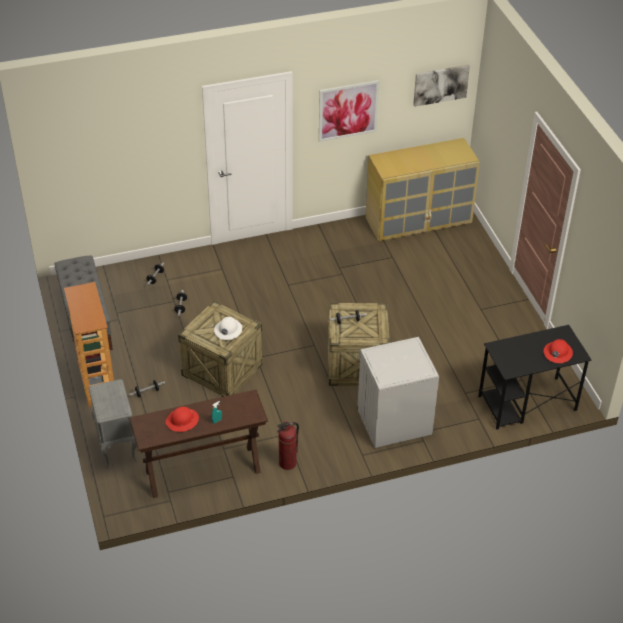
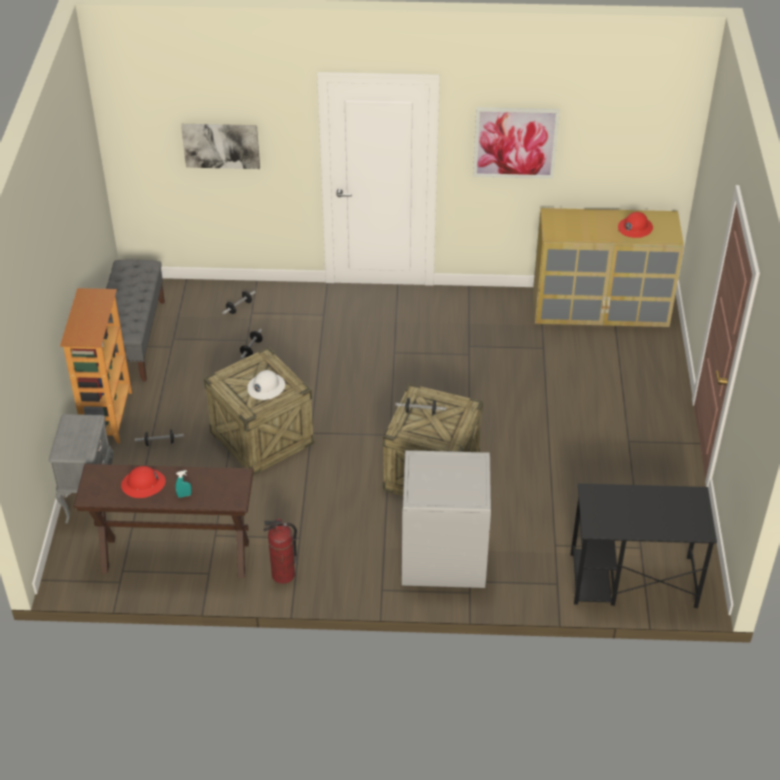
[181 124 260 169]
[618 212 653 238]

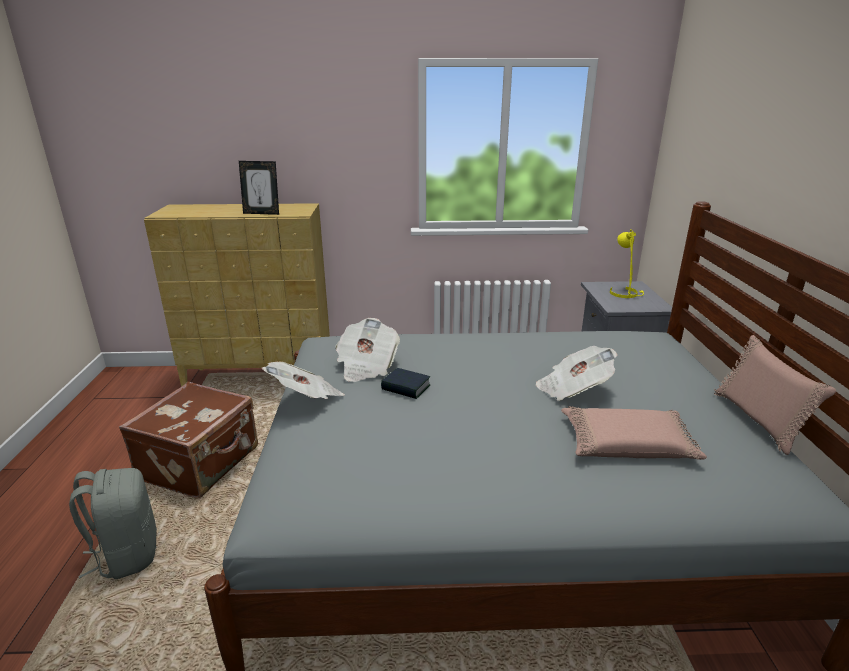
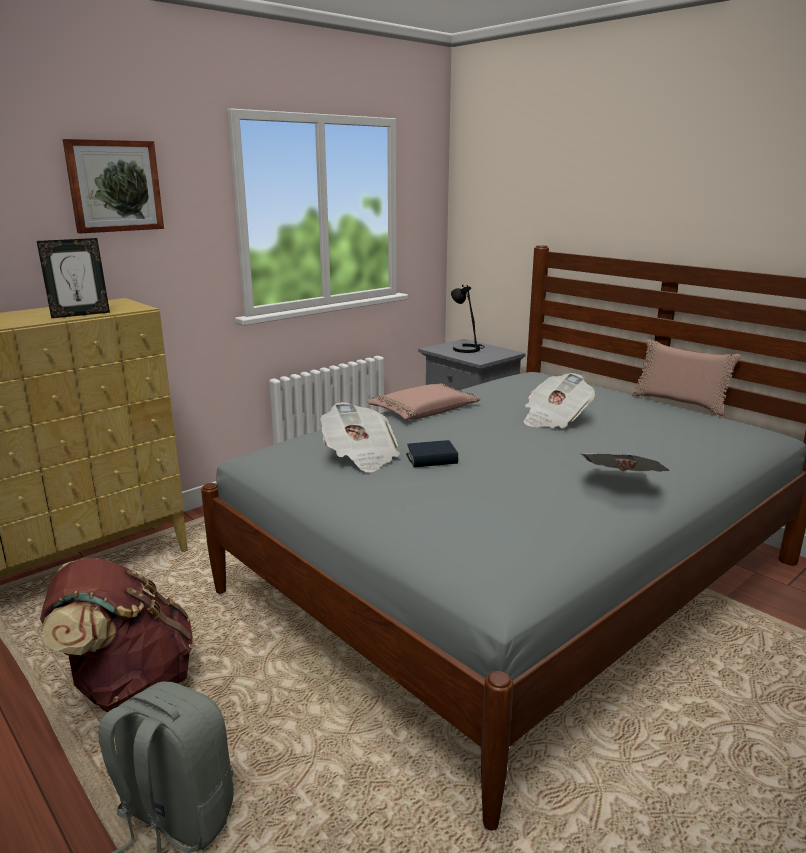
[40 558 193 713]
[579 453 669 472]
[367 383 480 420]
[451 284 485 353]
[63 139 164 233]

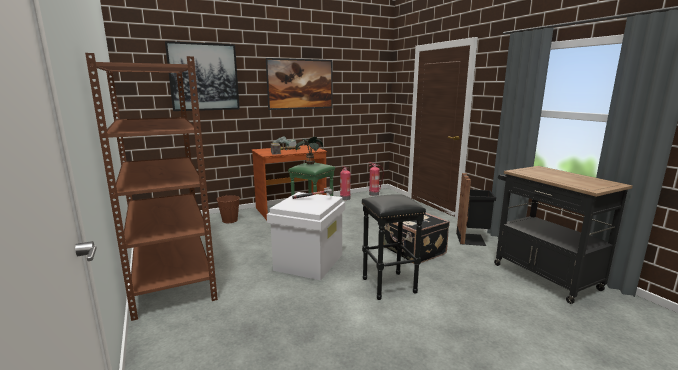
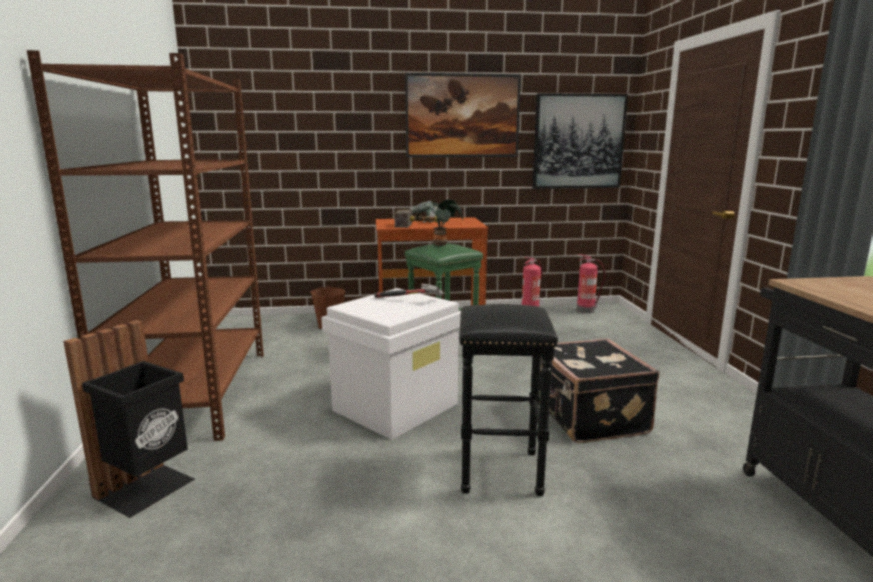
[532 93 628 189]
[63 320 195 518]

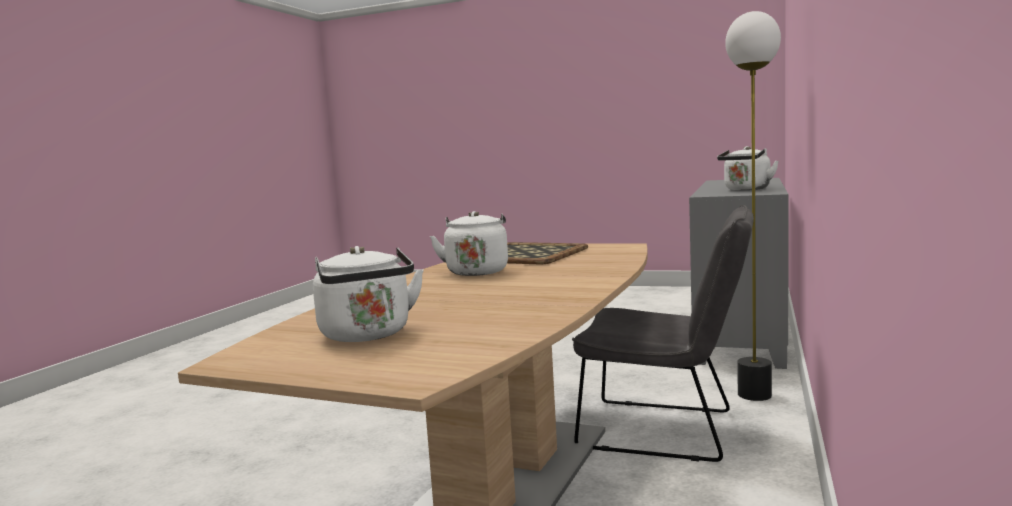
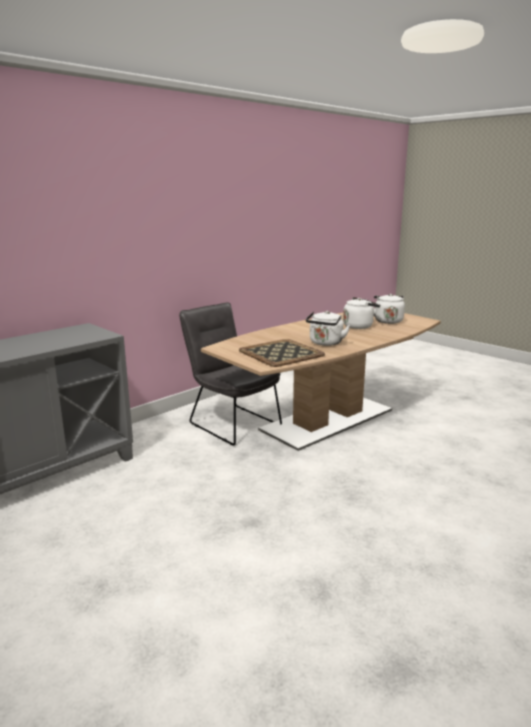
[343 297 380 329]
[725 11 781 401] (first image)

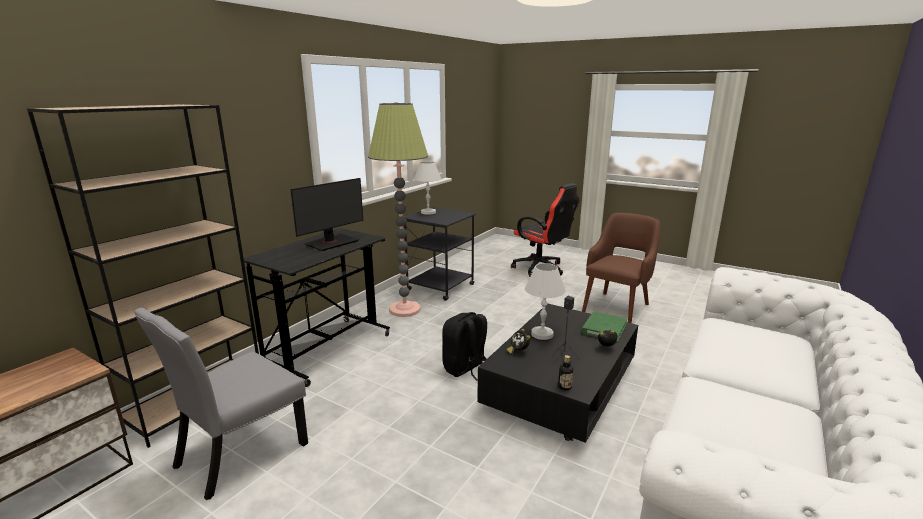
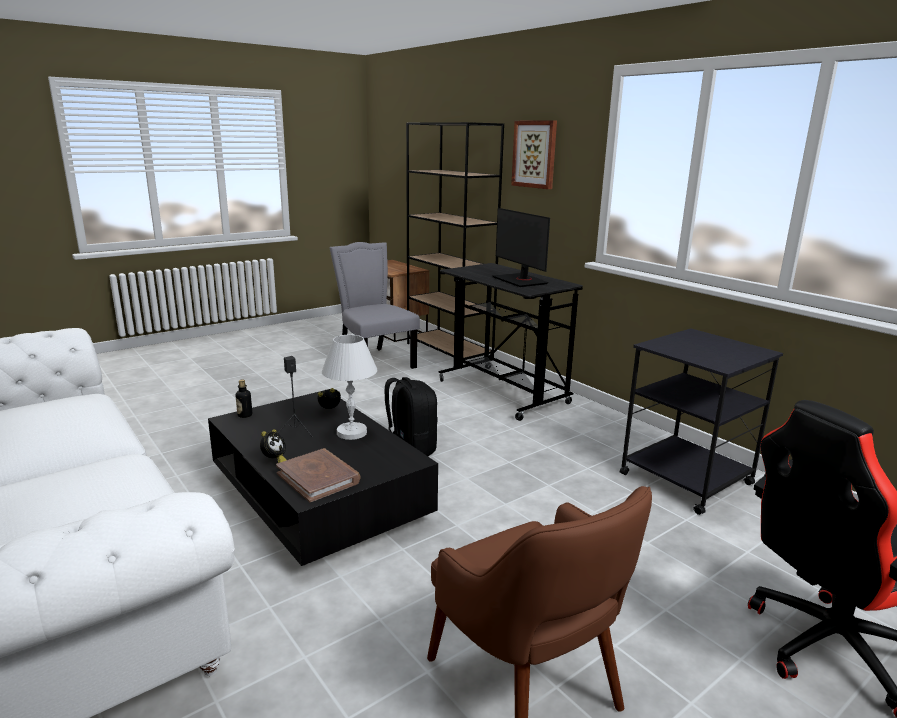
[368 102 428 317] (first image)
[414 161 441 215] (first image)
[276 448 360 502]
[511 120 557 189]

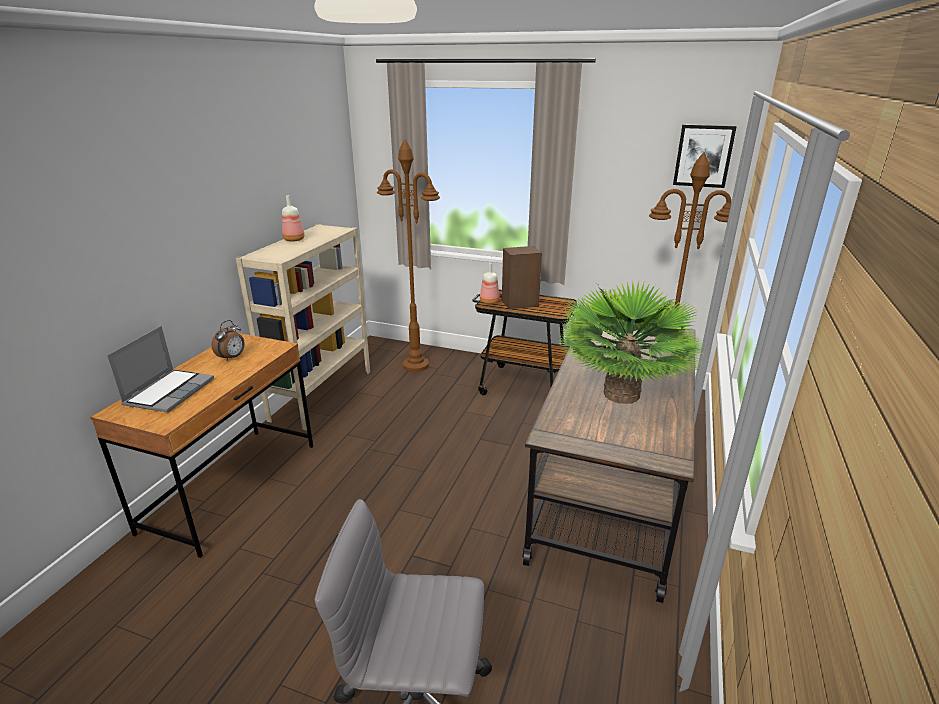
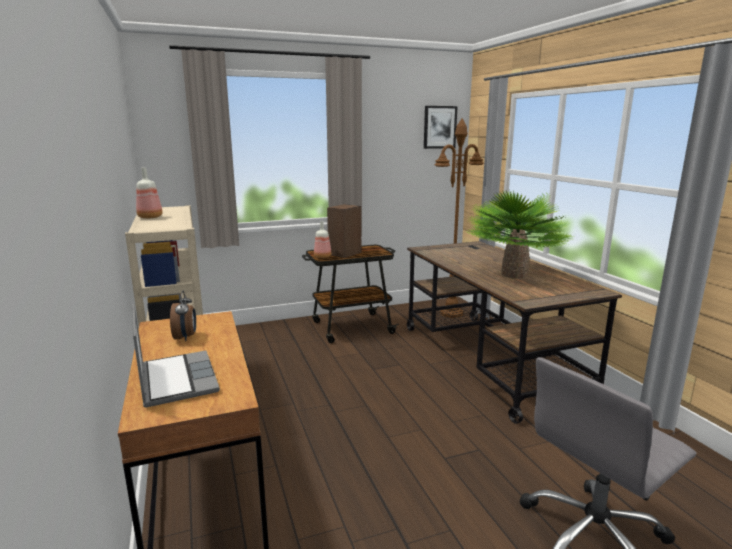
[377 139 440 372] (first image)

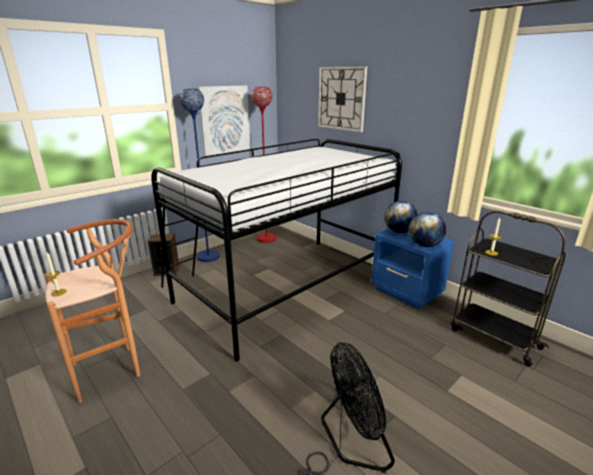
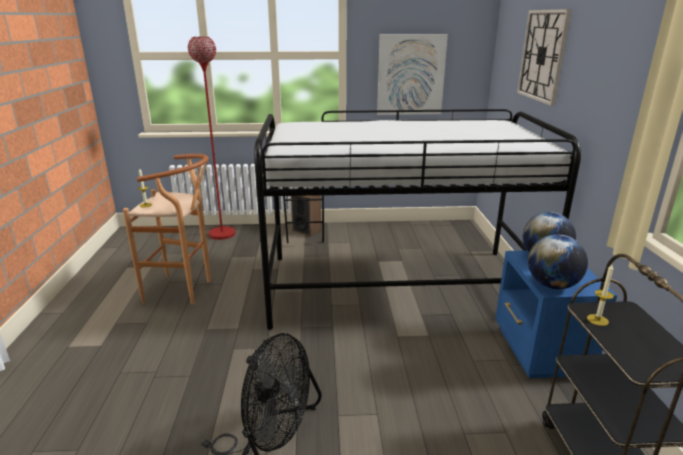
[180 89 220 262] (first image)
[188 37 235 240]

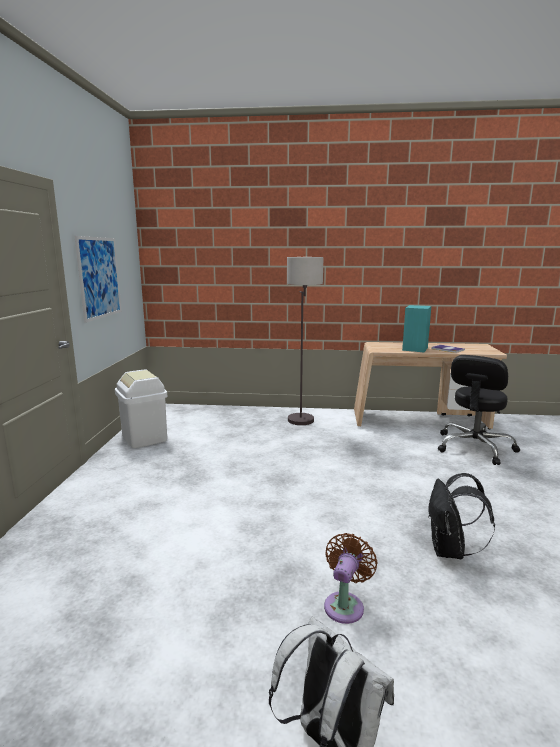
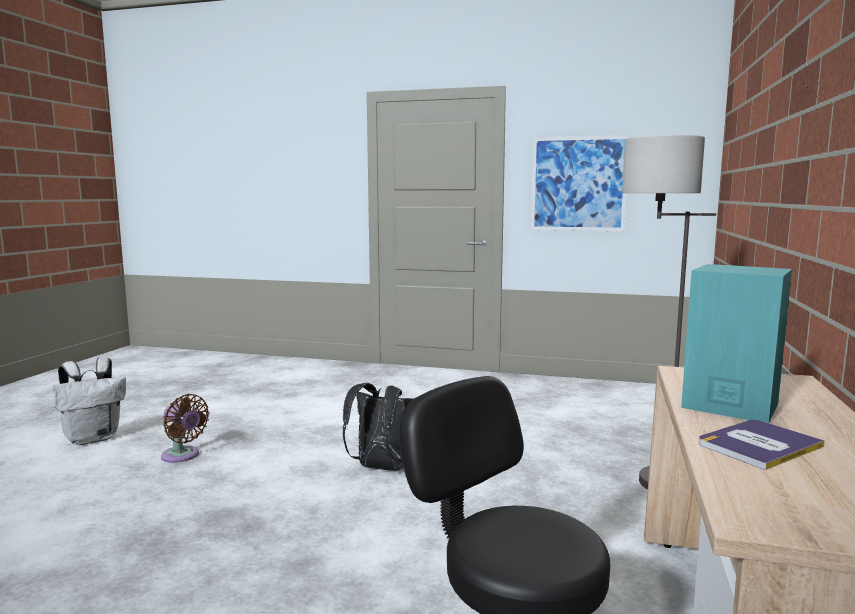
[115 369 168 448] (first image)
[342 383 413 471]

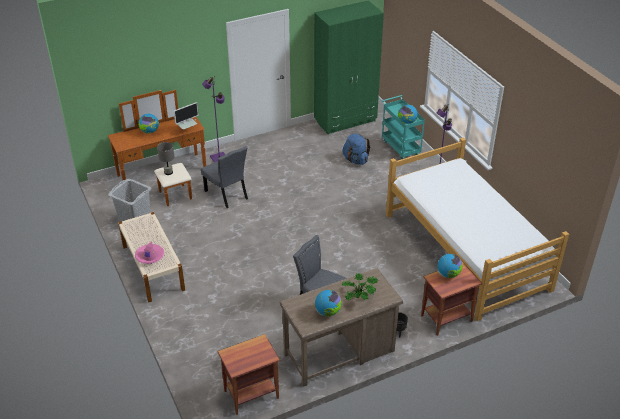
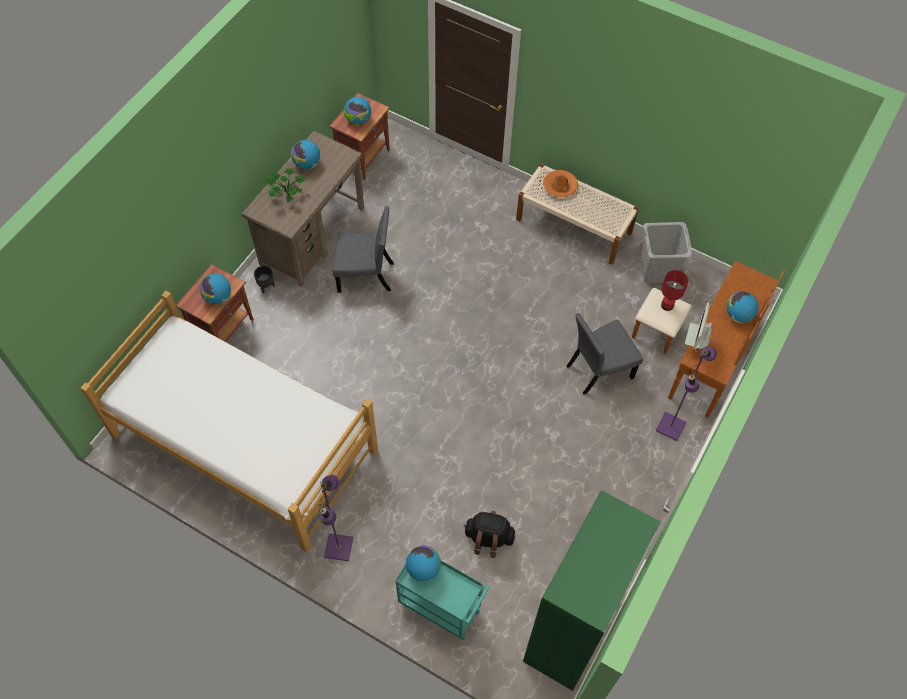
[543 170 578 197]
[661 270 688 311]
[566 313 643 395]
[464 511 515 558]
[344 97 372 125]

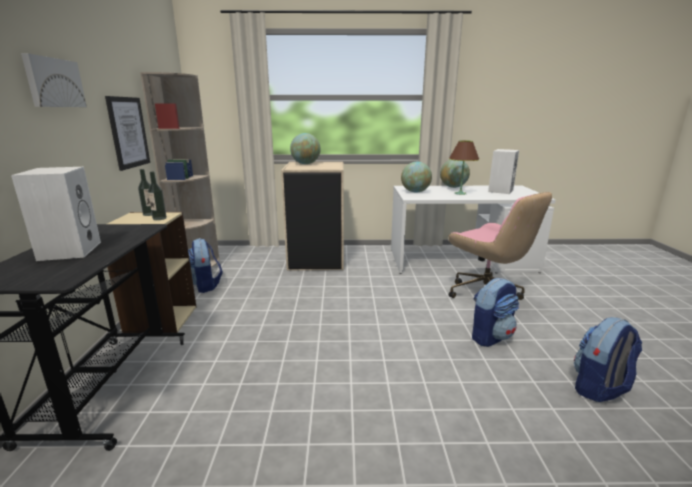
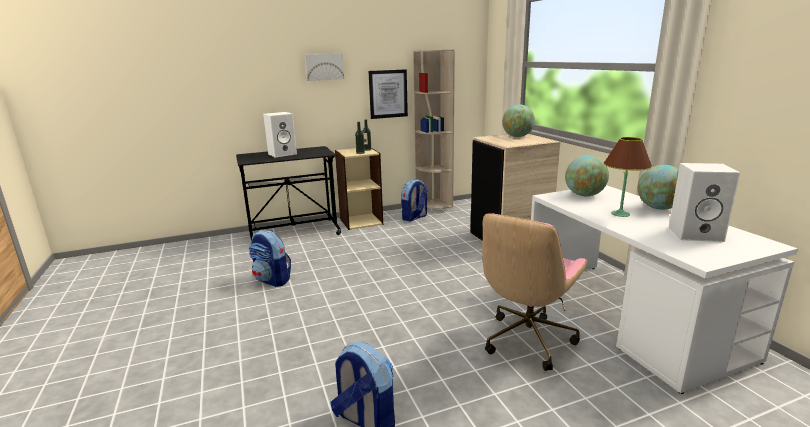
[249 230 291 287]

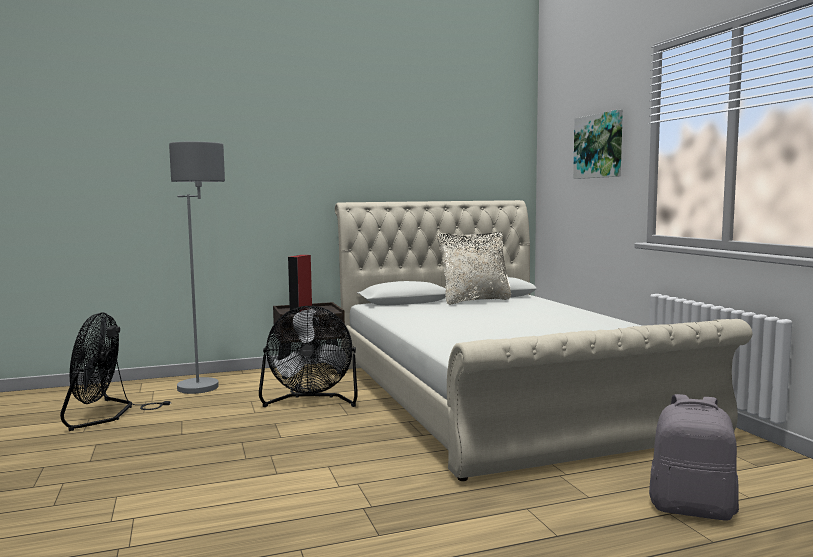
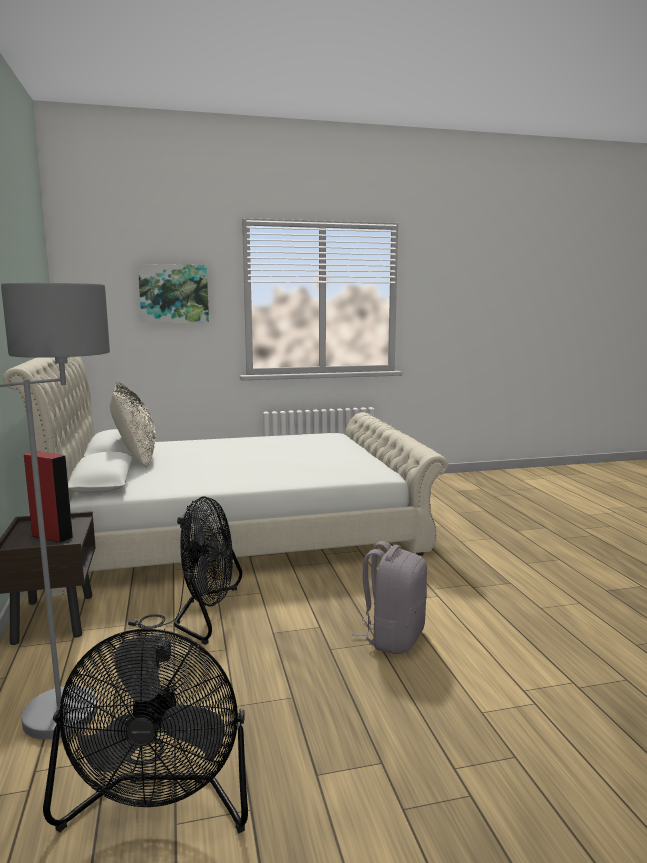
[352 541 427 654]

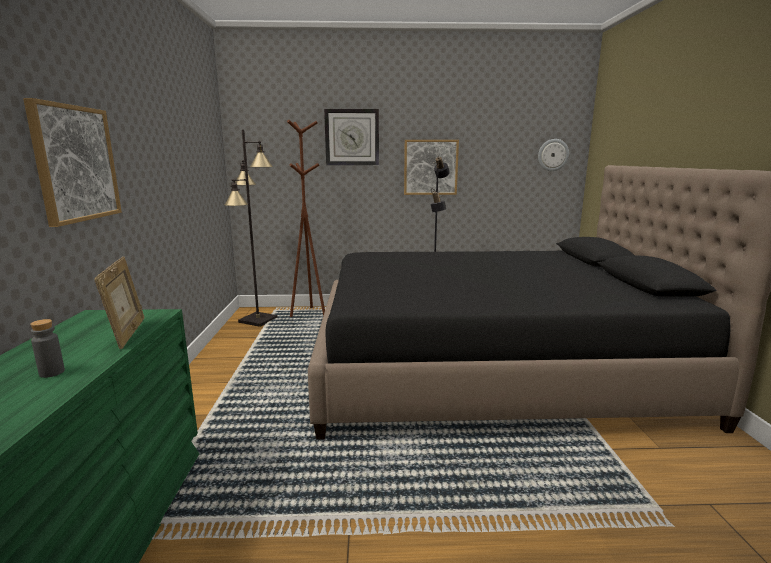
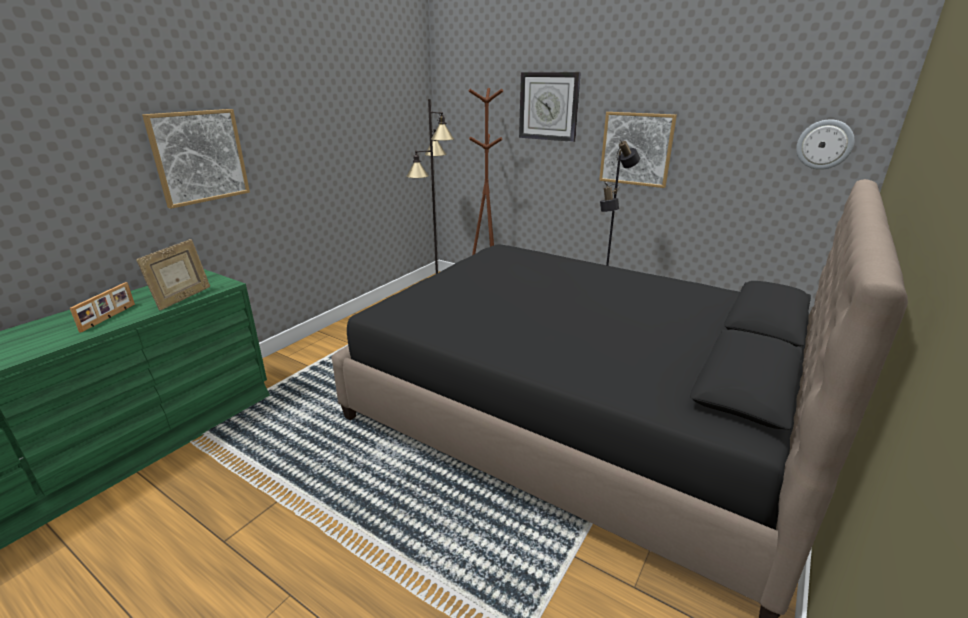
[70 282 135 333]

